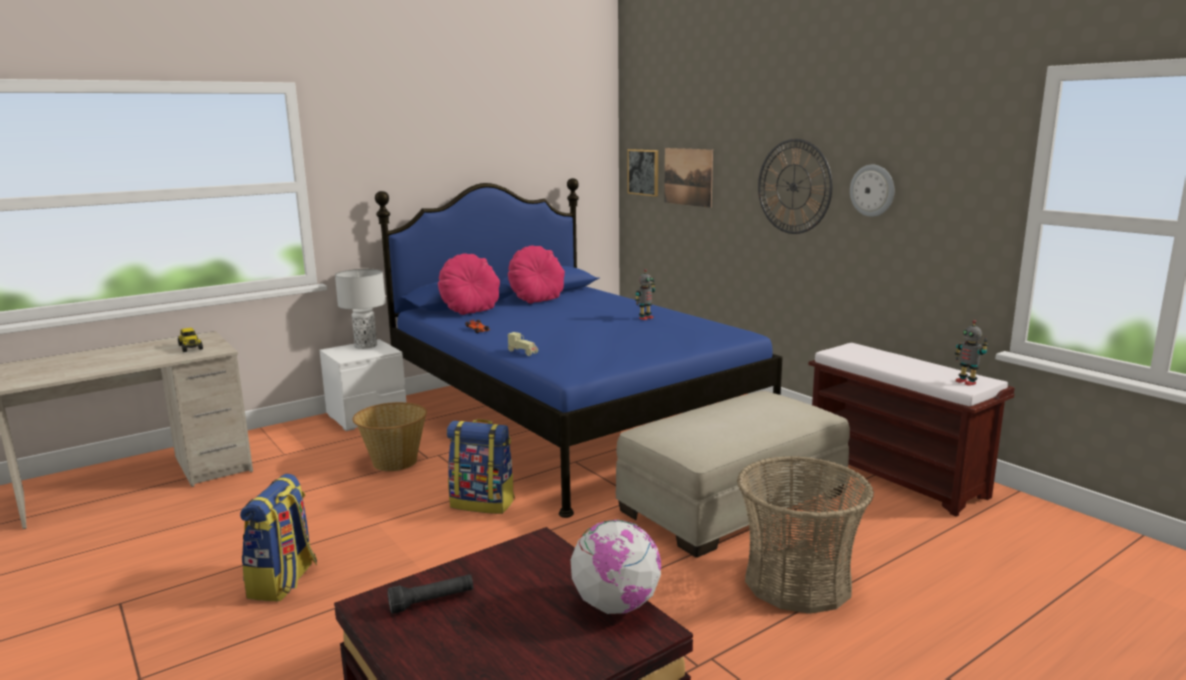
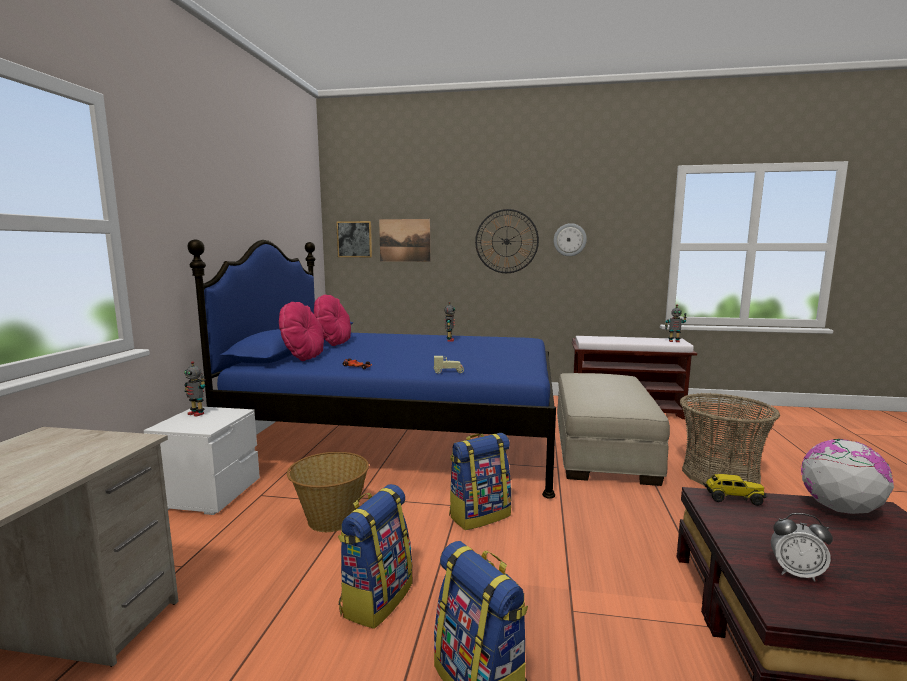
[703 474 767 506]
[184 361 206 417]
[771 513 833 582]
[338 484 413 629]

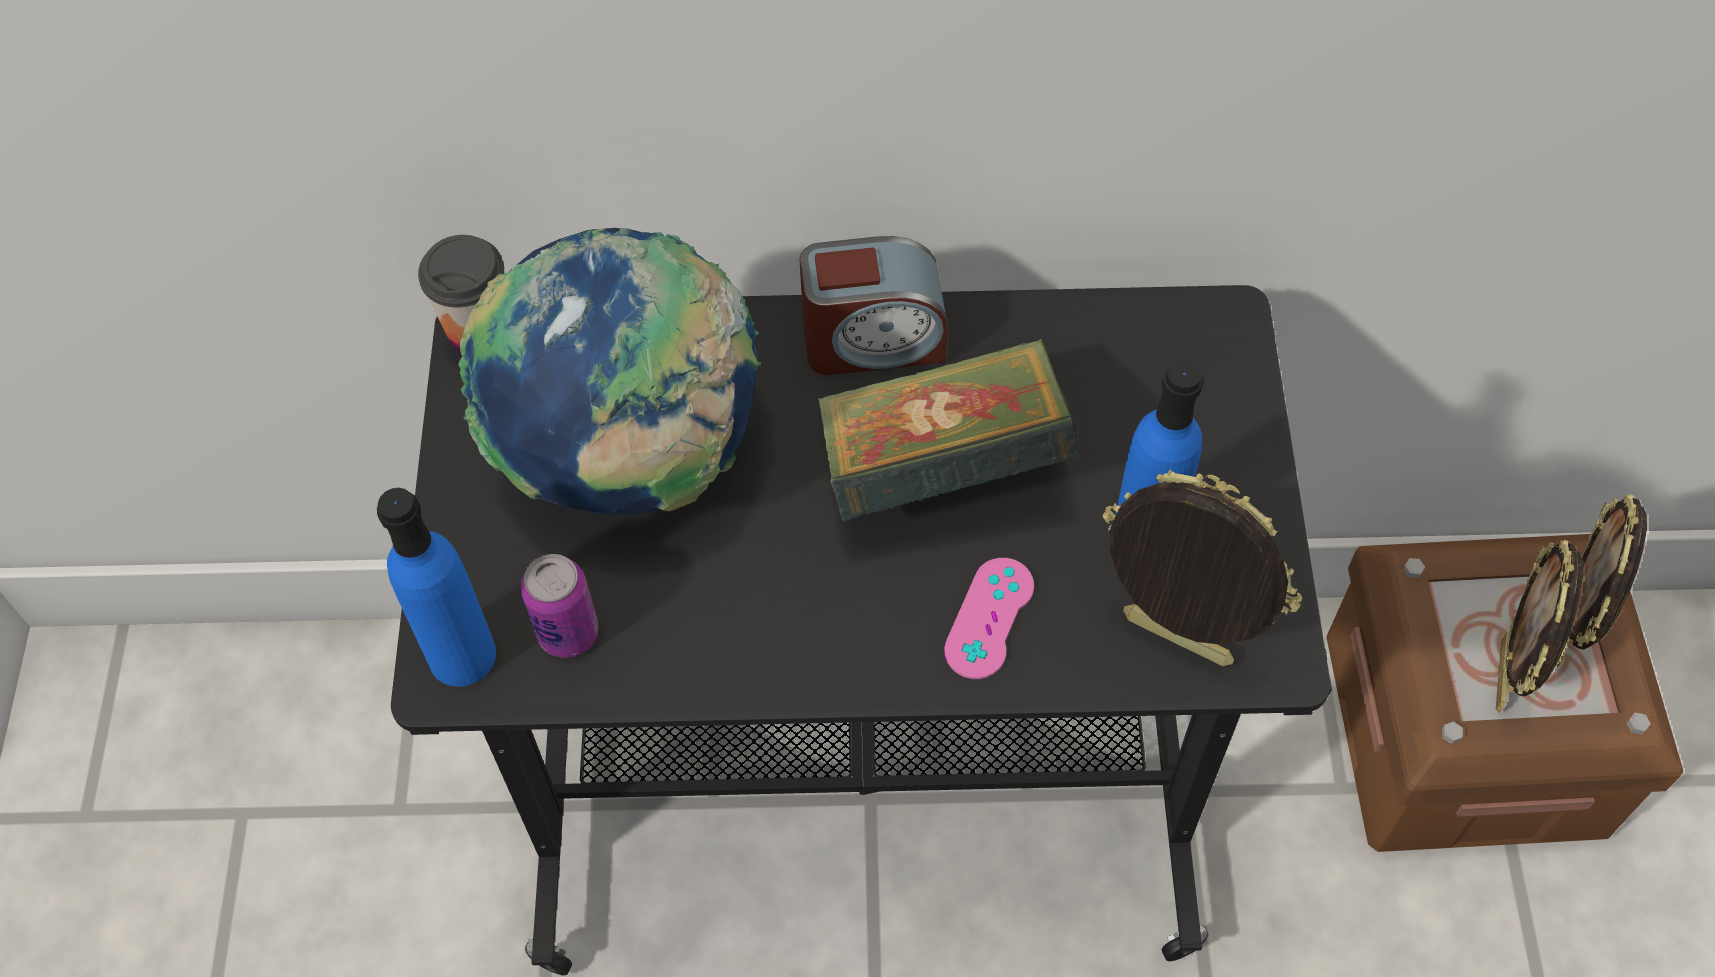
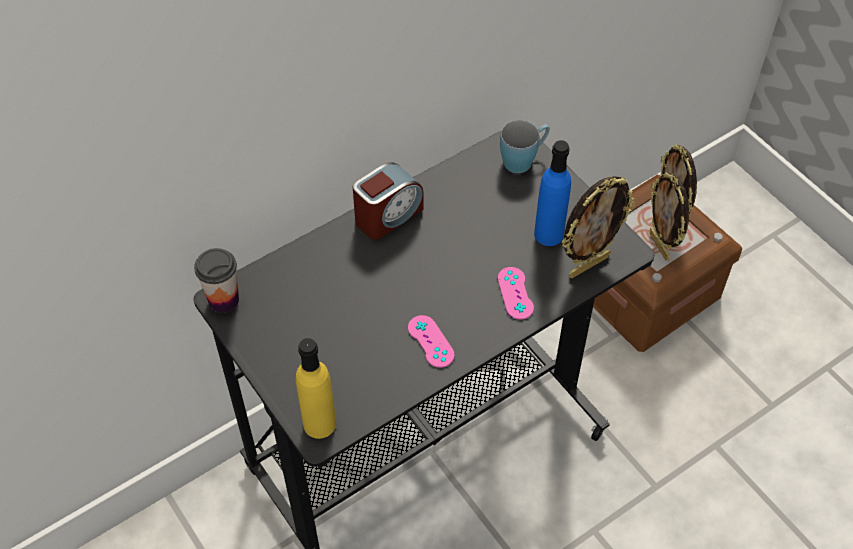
[296 338 336 439]
[458 228 761 516] (first image)
[521 554 599 658] (first image)
[818 339 1081 522] (first image)
[562 176 636 278]
[408 315 455 368]
[500 120 550 173]

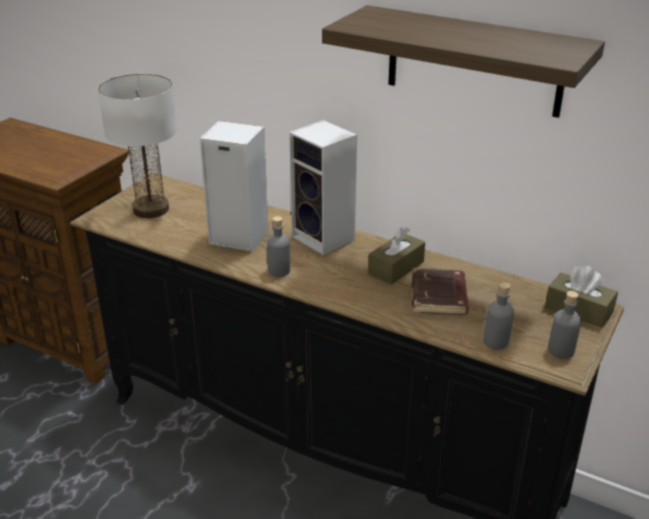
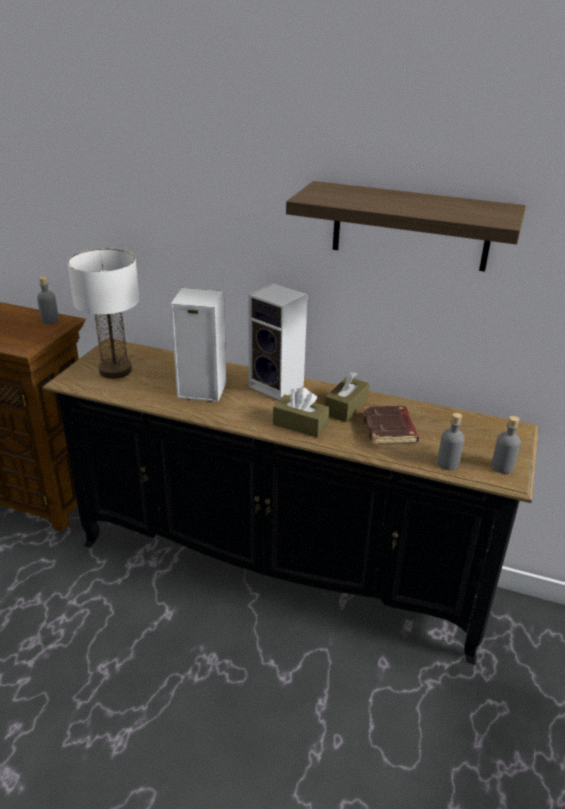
[37 276 59 324]
[273 387 329 438]

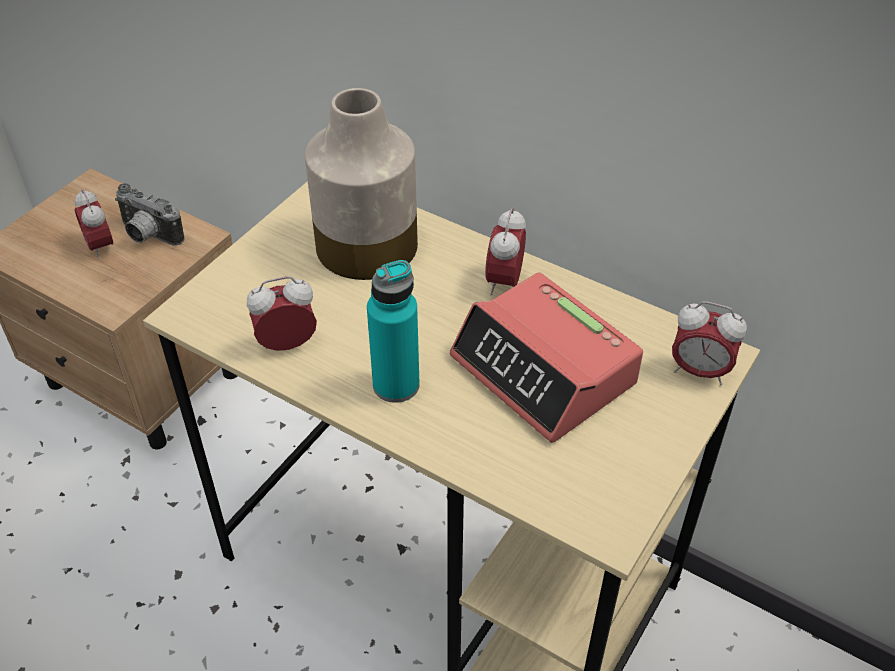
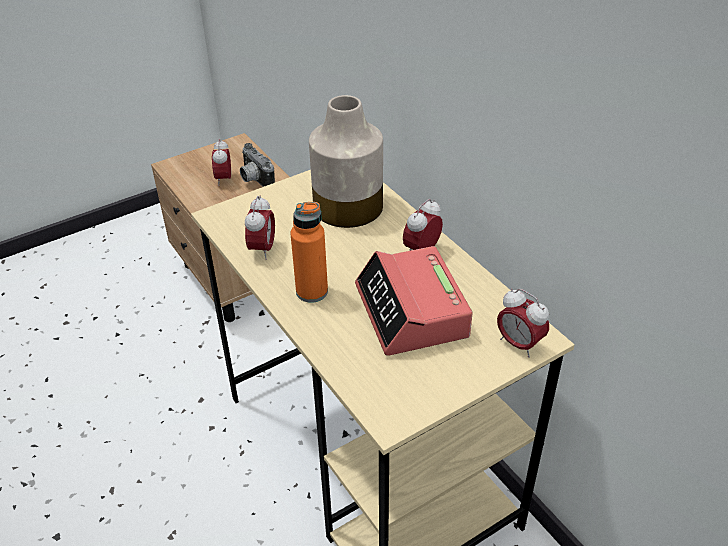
[245 195 275 260]
[290 202 328 303]

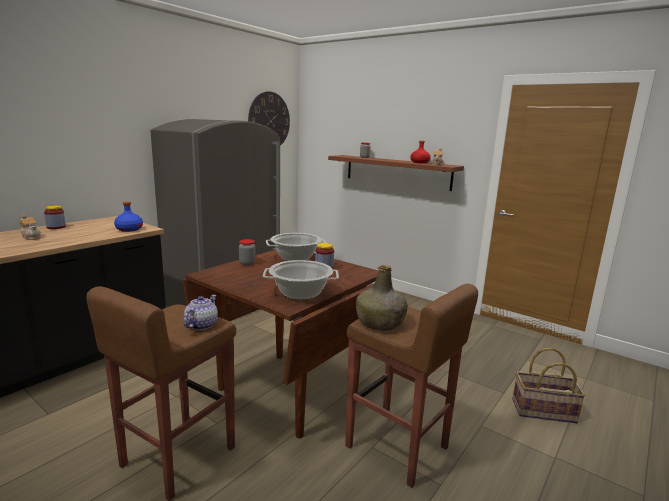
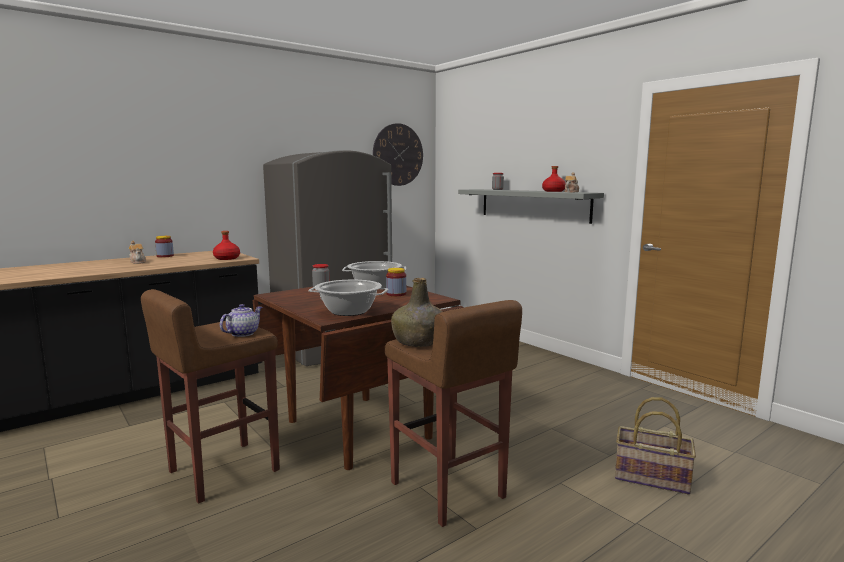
[213 231 240 260]
[458 189 604 224]

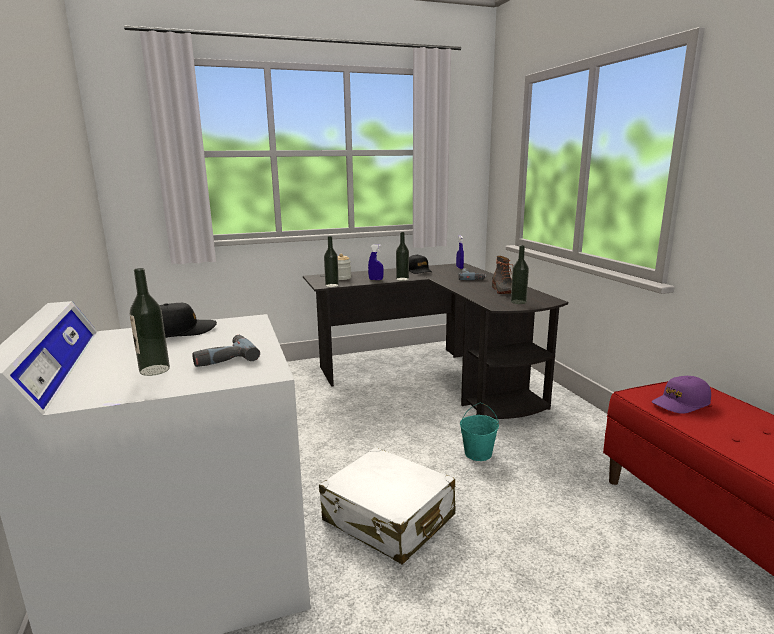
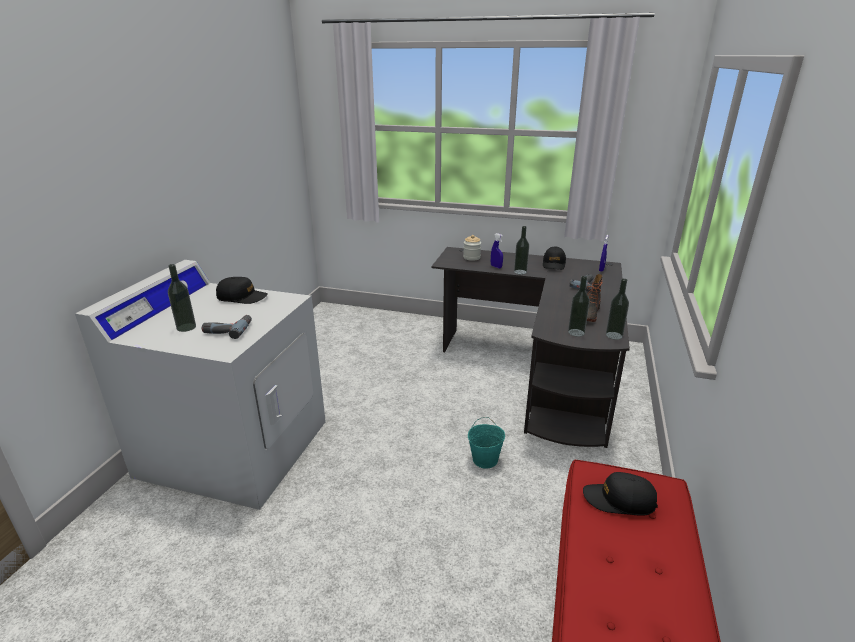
[319 447 455 564] (first image)
[606 278 629 340]
[583 472 658 516]

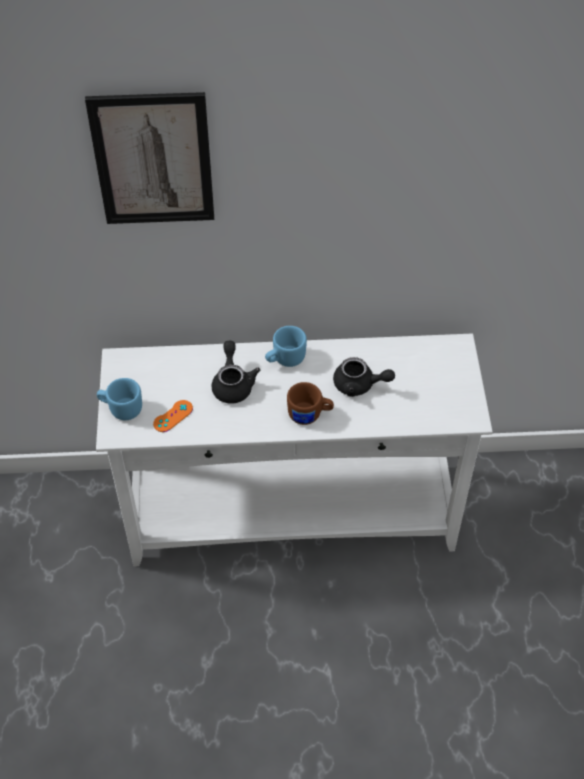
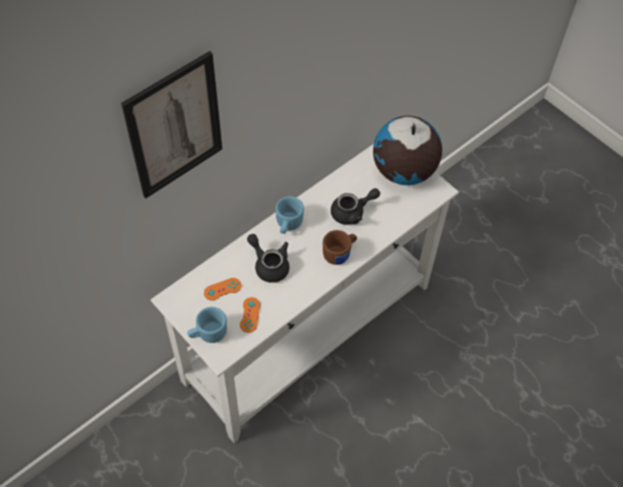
[204 278 242 301]
[373 116 442 185]

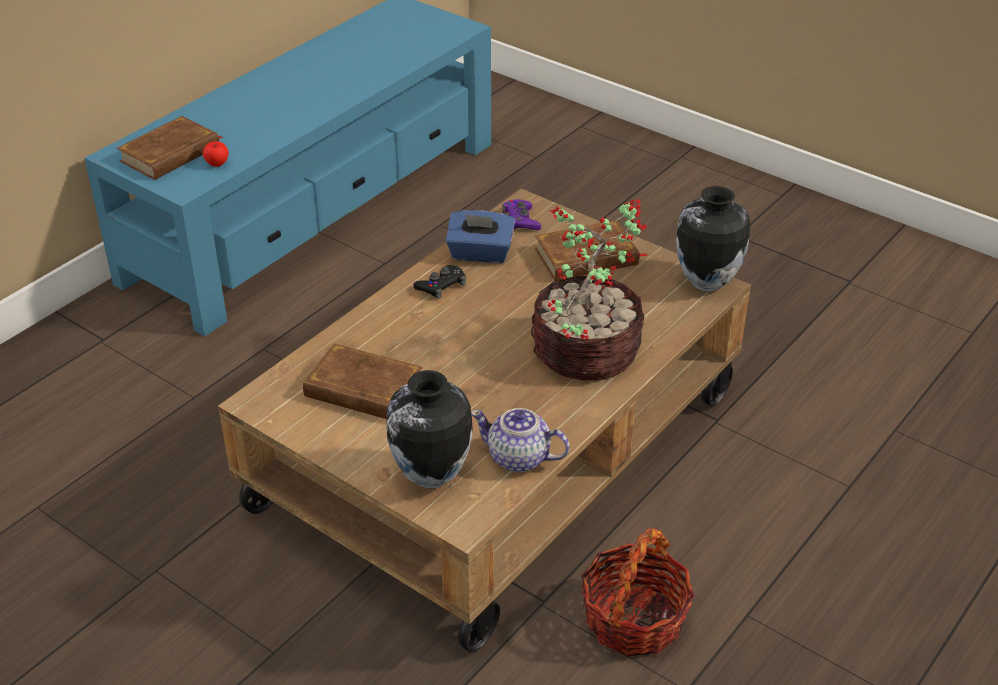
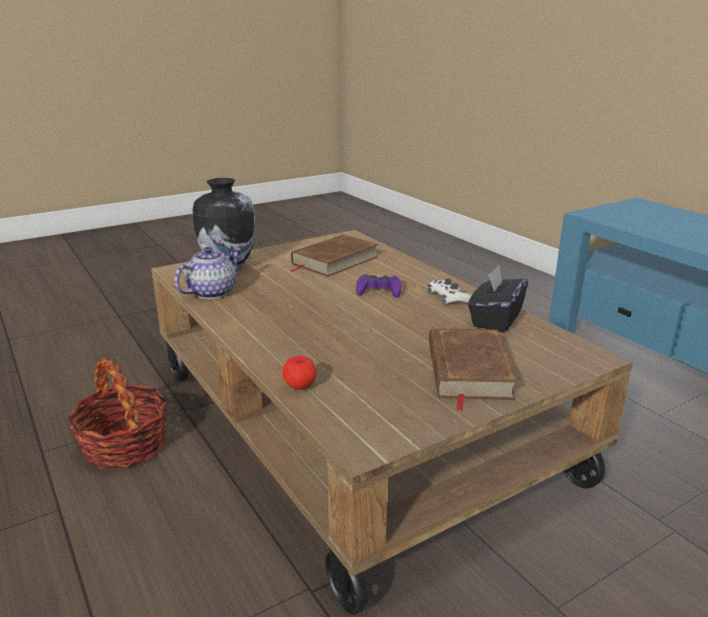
[117 116 223 180] (first image)
[282 356 317 390]
[428 279 471 305]
[468 265 528 333]
[356 274 401 298]
[531 199 647 381] (first image)
[676 186 751 292] (first image)

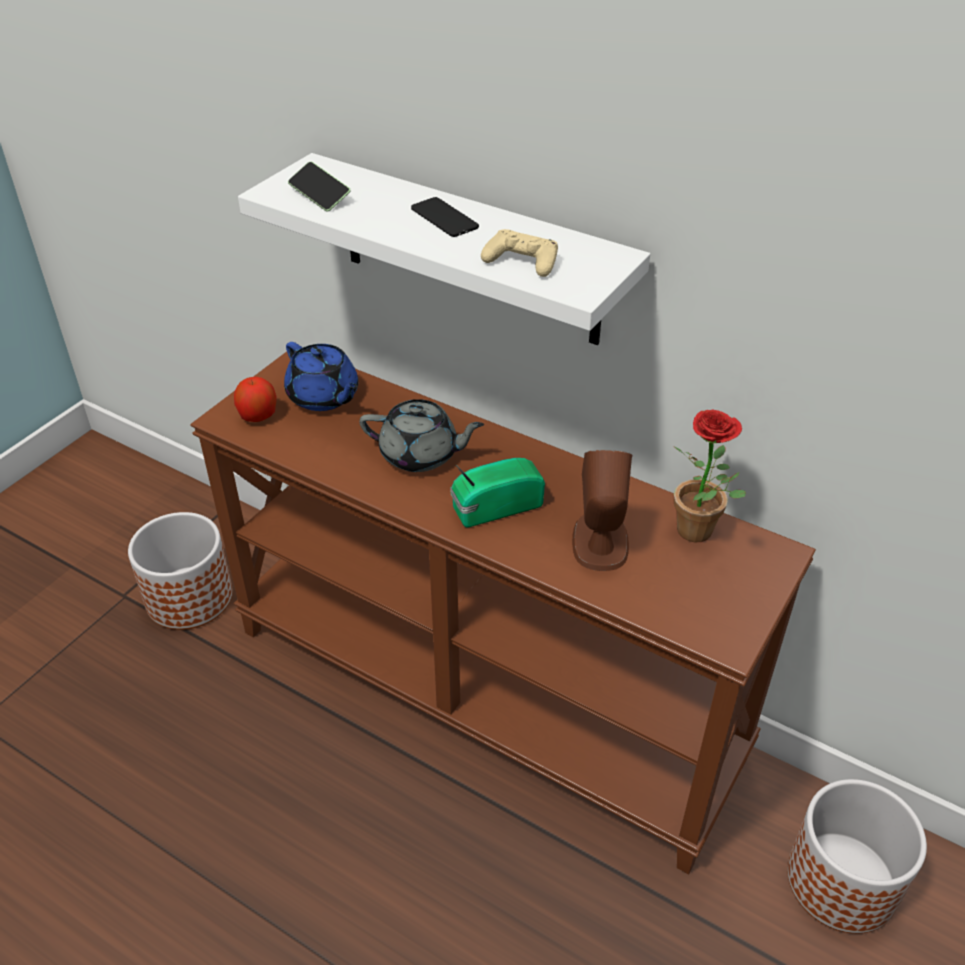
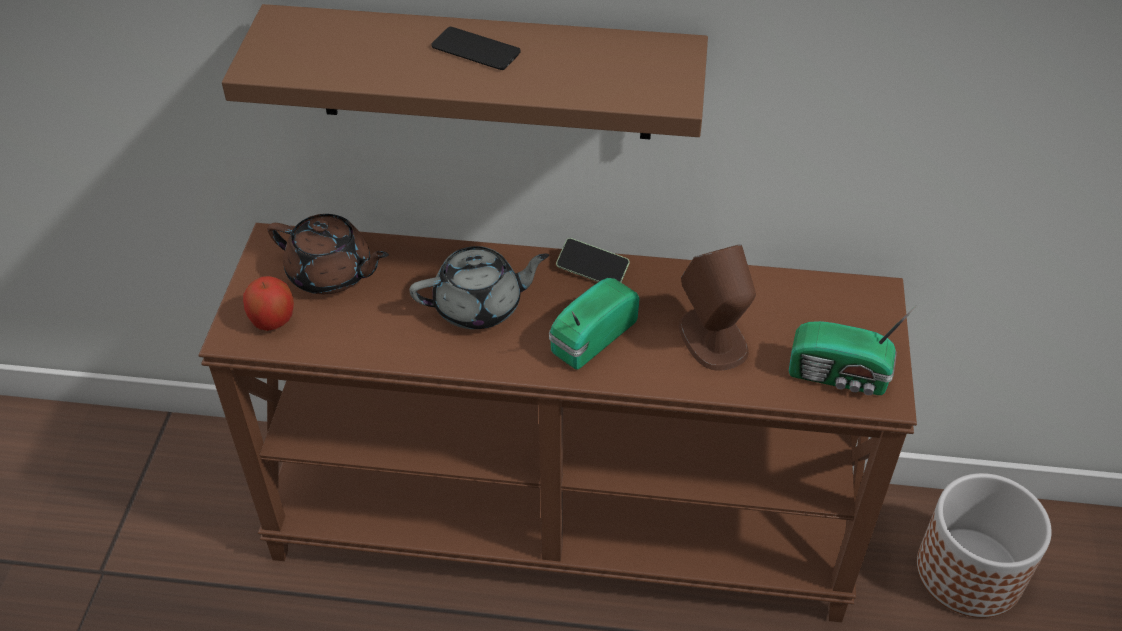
[128 512 233 630] (first image)
[222 4 708 139]
[268 214 389 294]
[556 238 630 282]
[481 229 558 277] (first image)
[673 410 746 542] (first image)
[789 305 917 395]

